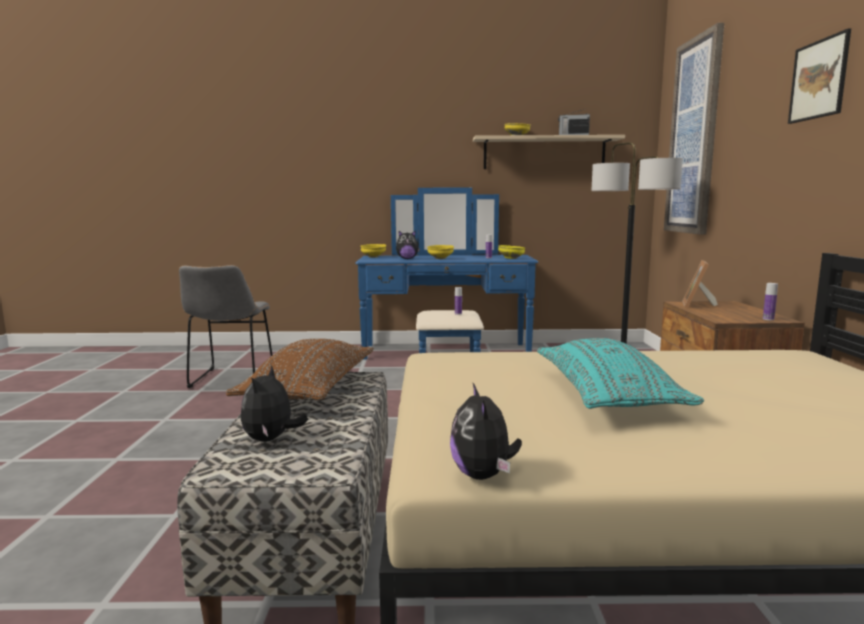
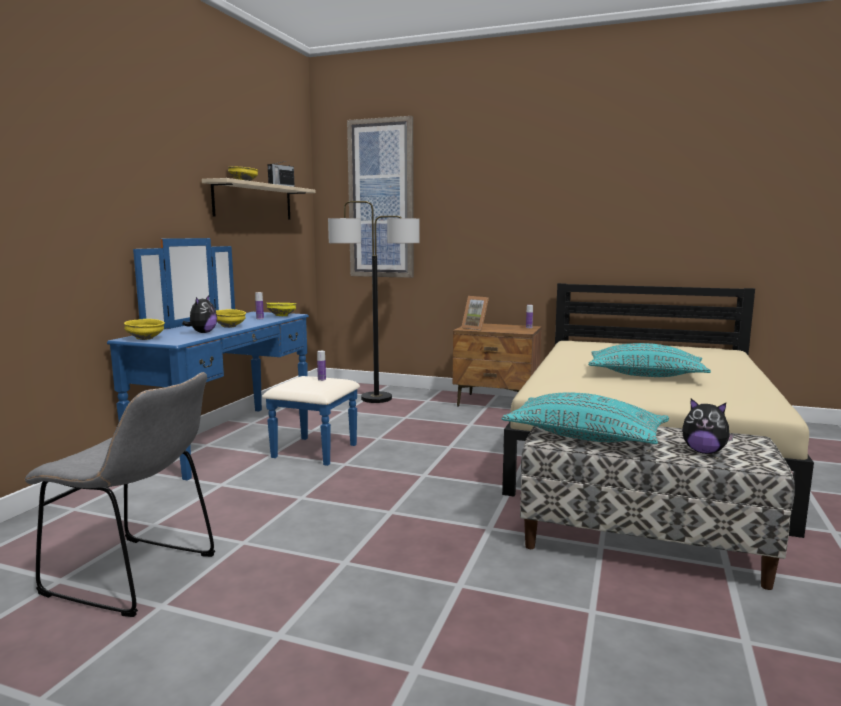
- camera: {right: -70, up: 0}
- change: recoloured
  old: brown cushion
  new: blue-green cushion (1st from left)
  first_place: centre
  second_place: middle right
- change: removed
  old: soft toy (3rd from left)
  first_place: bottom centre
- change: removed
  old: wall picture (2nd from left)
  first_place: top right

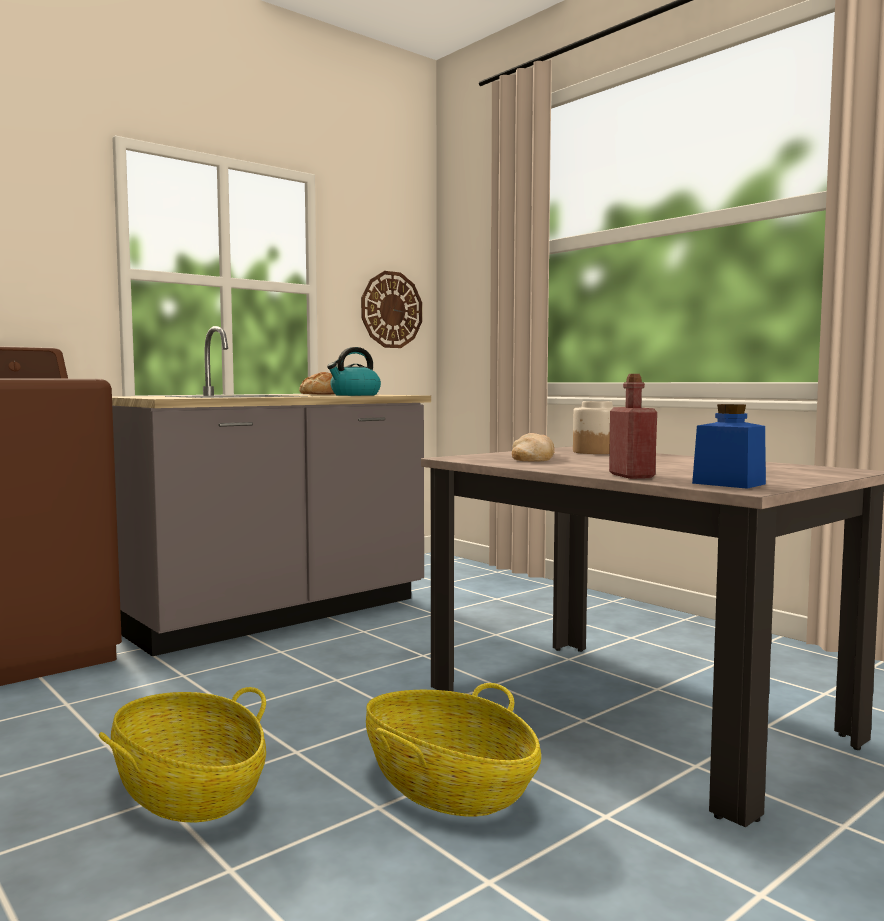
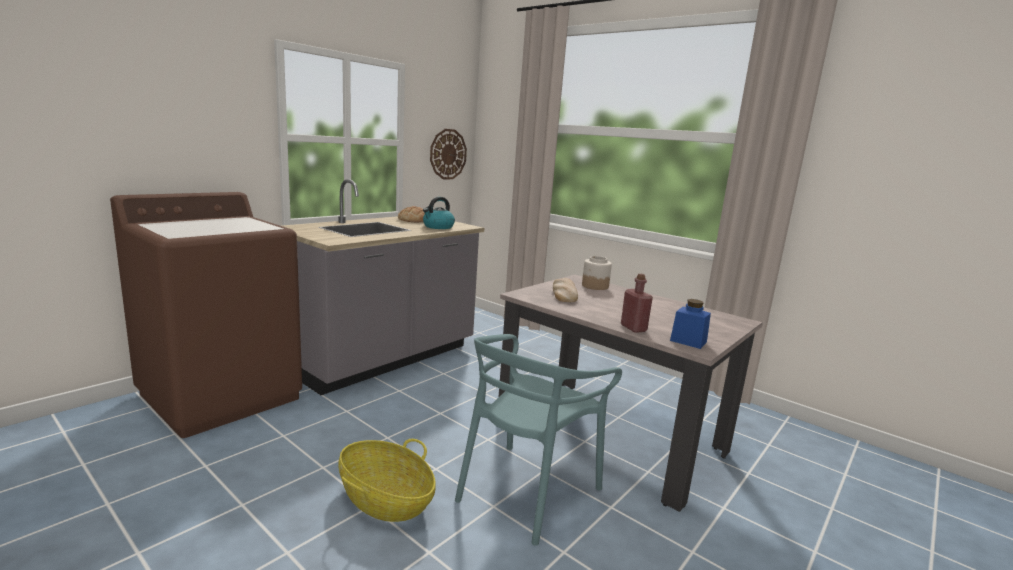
- camera: {right: -10, up: 10}
- change: replaced
  old: basket (2nd from left)
  new: blue-green chair
  first_place: bottom centre
  second_place: bottom centre

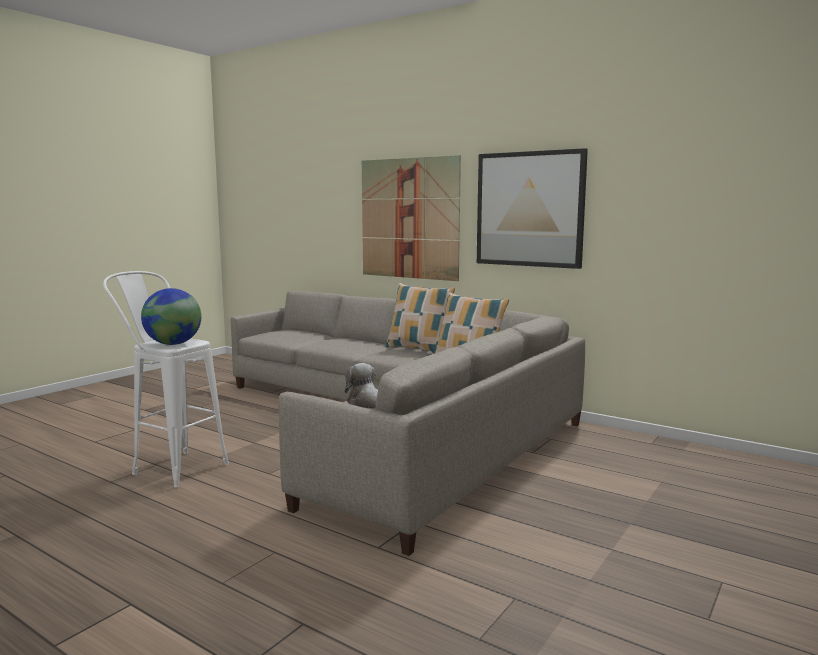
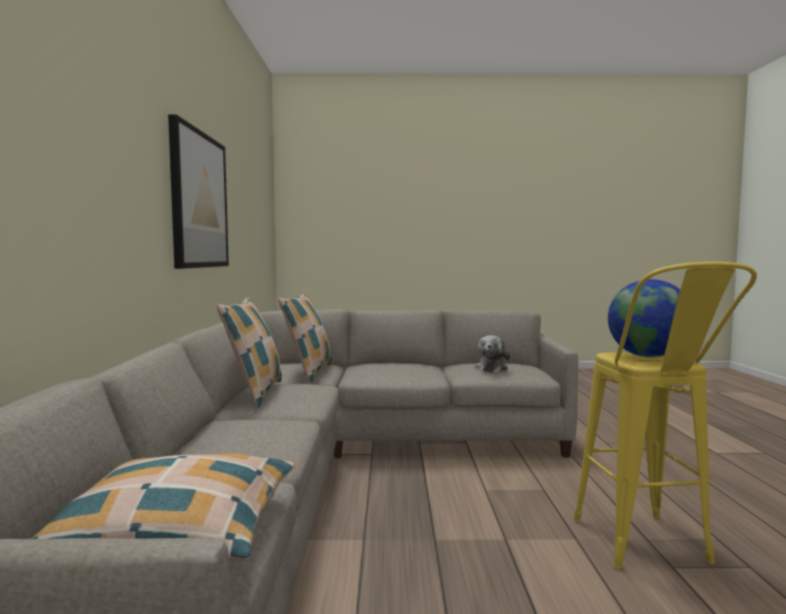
- camera: {right: -125, up: -5}
- change: added
  new: cushion (1st from left)
  second_place: bottom left
- change: recoloured
  old: white sitting stool
  new: yellow-coloured sitting stool
  first_place: middle left
  second_place: bottom right
- change: removed
  old: wall picture (1st from left)
  first_place: top centre

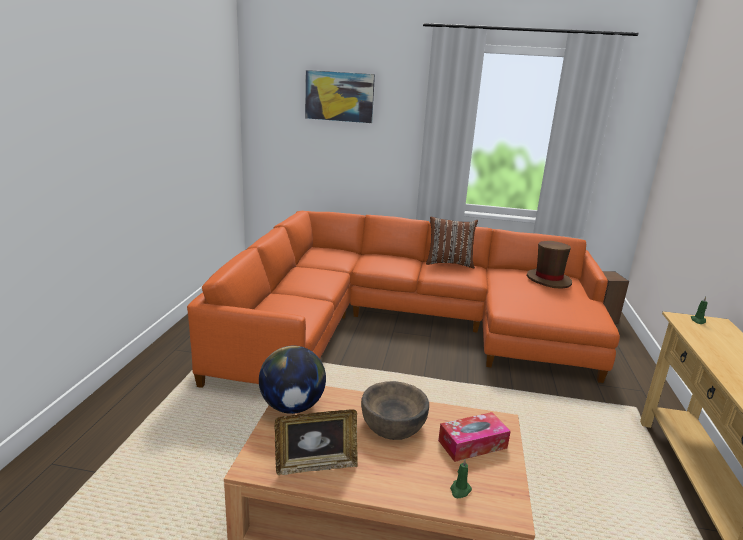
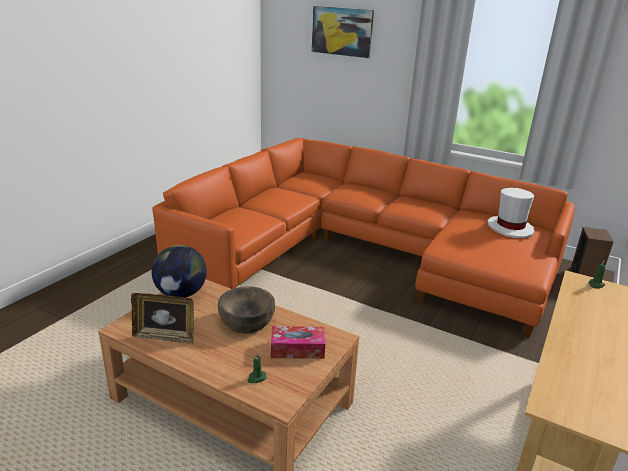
- camera: {right: 20, up: 5}
- change: recoloured
  old: brown wearable hat
  new: white wearable hat
  first_place: middle right
  second_place: middle right
- change: removed
  old: brown cushion
  first_place: centre

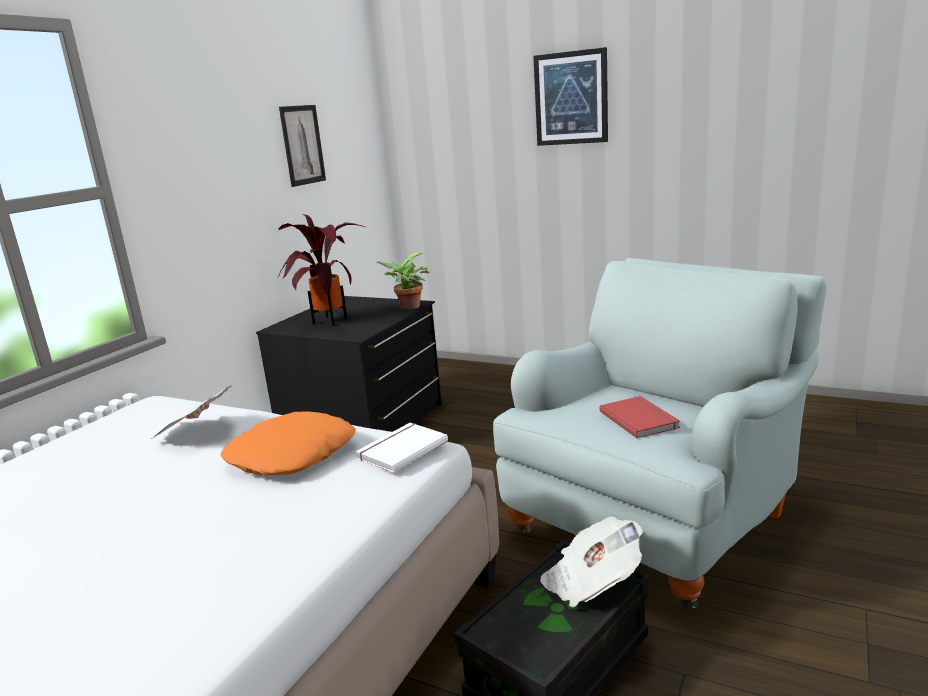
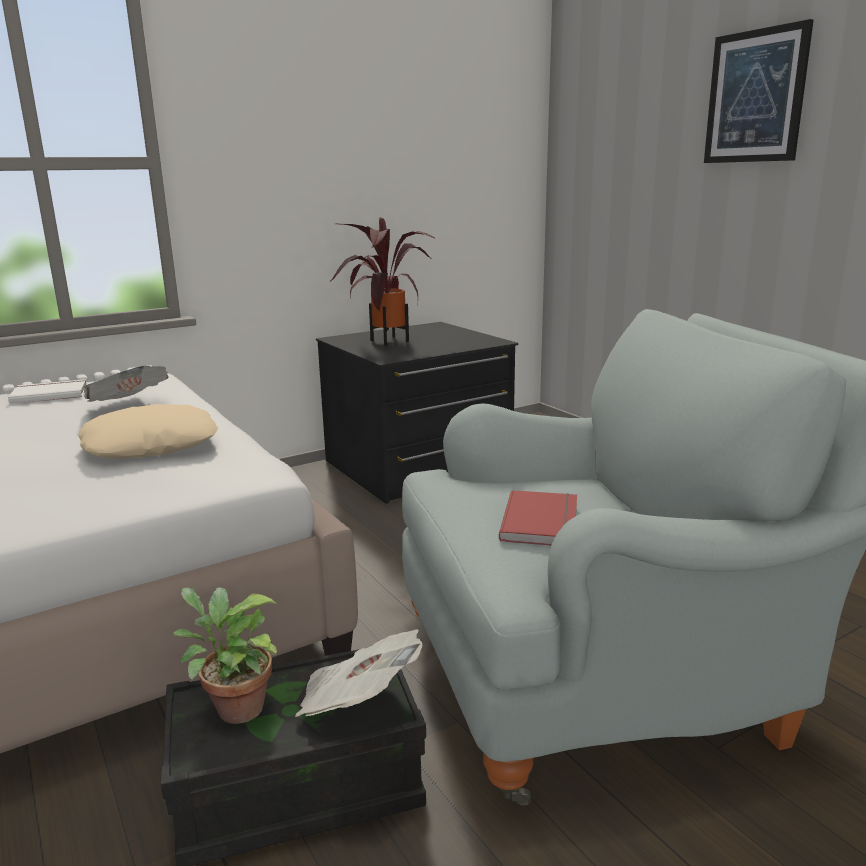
- camera: {right: 30, up: 0}
- change: moved
  old: white book
  first_place: centre
  second_place: middle left
- change: recoloured
  old: orange-coloured cushion
  new: beige-coloured cushion
  first_place: middle left
  second_place: middle left
- change: moved
  old: houseplant (2nd from left in the first image)
  new: houseplant (1st from left)
  first_place: centre
  second_place: bottom left
- change: removed
  old: wall picture (1st from left)
  first_place: top left

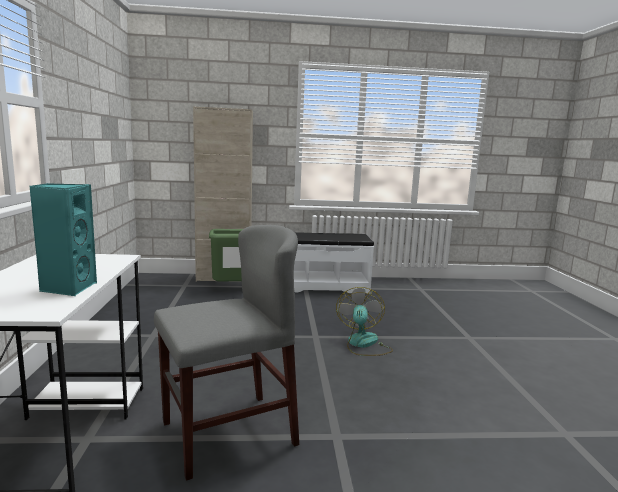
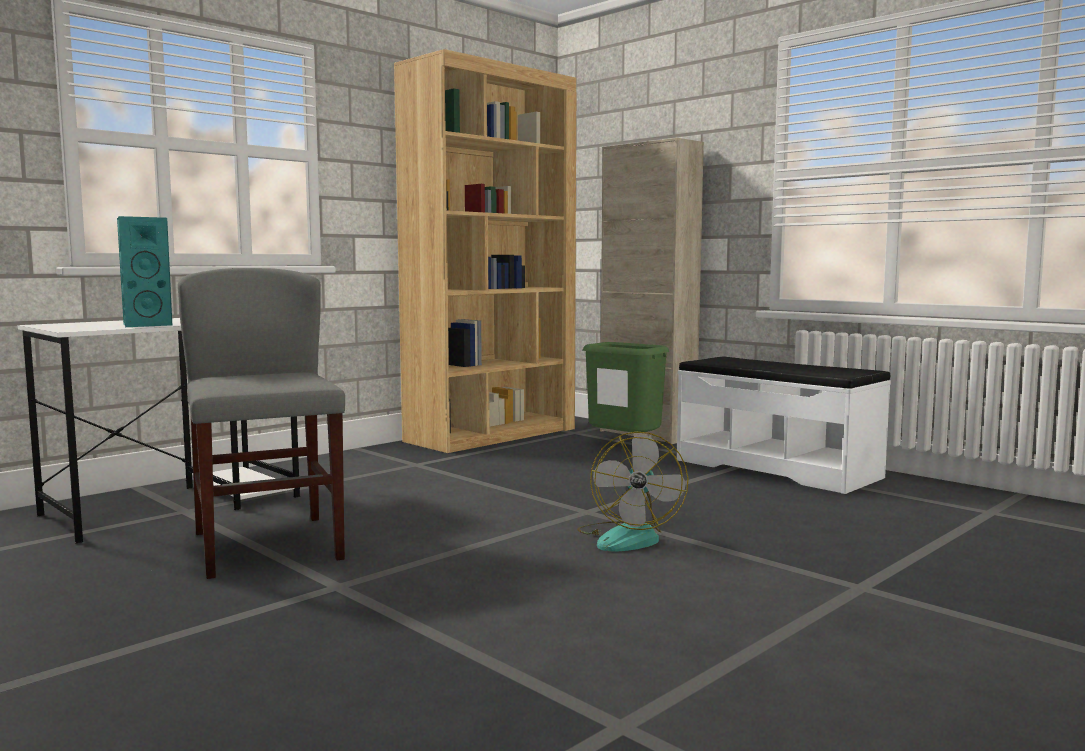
- camera: {right: 50, up: -5}
- change: turned
  old: greyish chair
  first_place: bottom centre
  second_place: middle left
  degrees: -135
- change: added
  new: brown bookshelf
  second_place: centre
- change: turned
  old: cooling fan
  first_place: centre
  second_place: centre
  degrees: 135

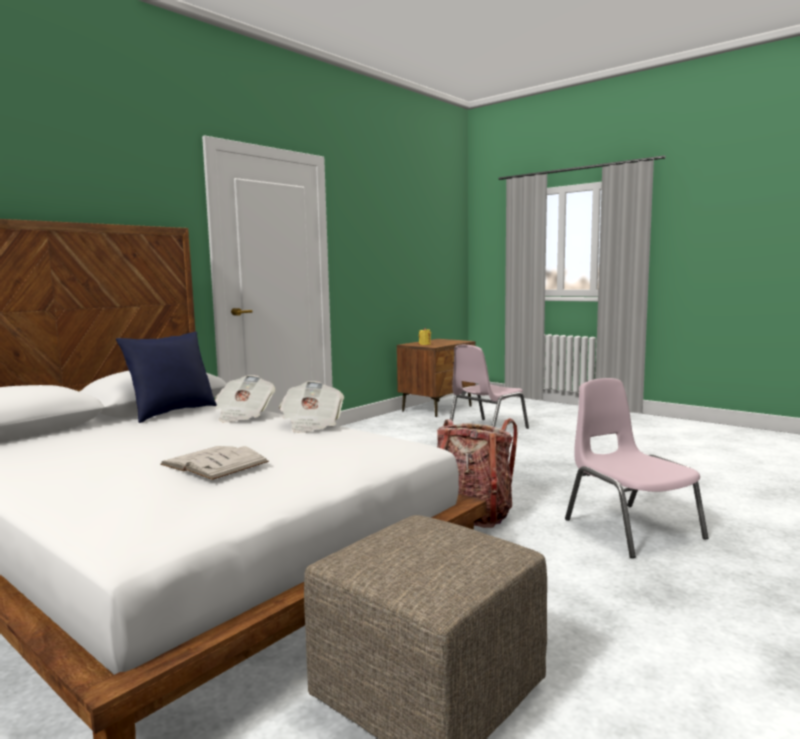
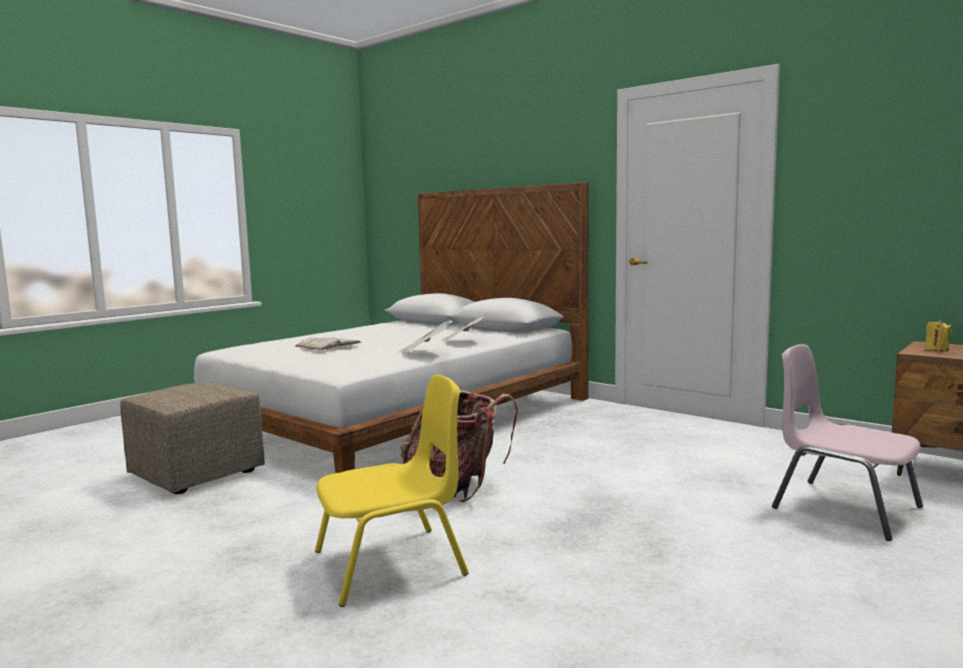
- camera: {right: 90, up: 0}
- change: recoloured
  old: pink chair (2nd from left)
  new: yellow-coloured chair
  first_place: middle right
  second_place: bottom centre
- change: removed
  old: blue cushion
  first_place: middle left

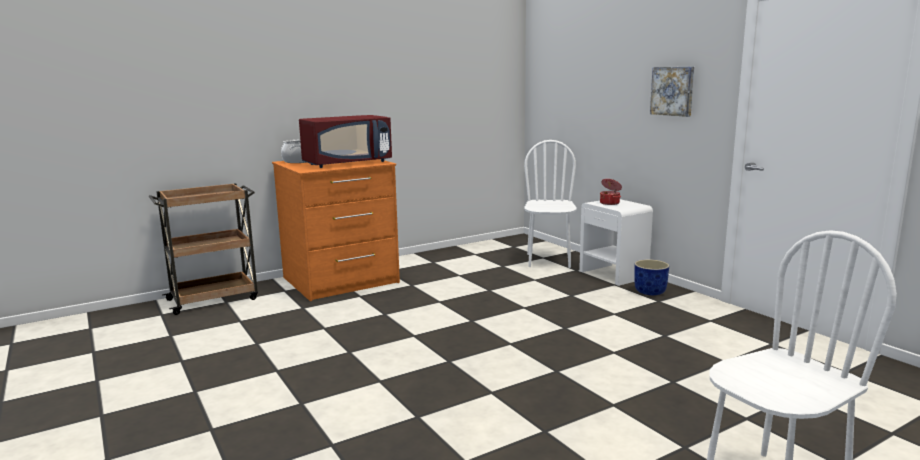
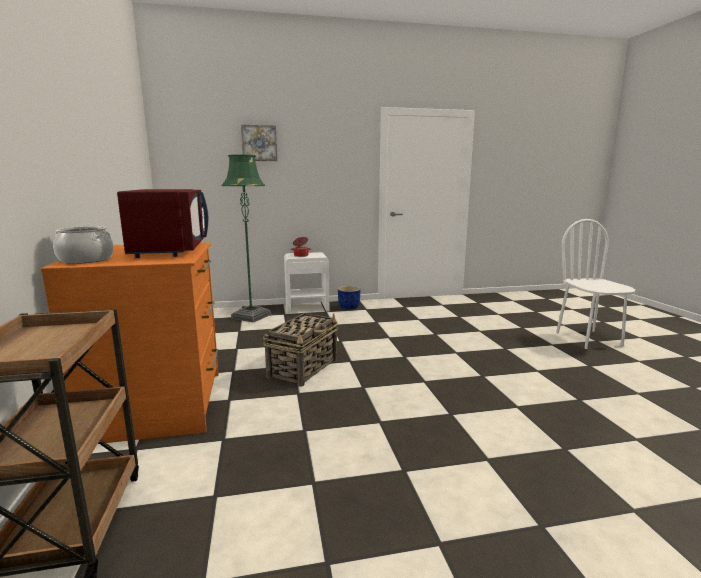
- camera: {right: -70, up: 0}
- change: replaced
  old: white chair (1st from left)
  new: greenish floor lamp
  first_place: centre
  second_place: centre
- change: moved
  old: wall picture
  first_place: top right
  second_place: top centre
- change: added
  new: basket
  second_place: centre

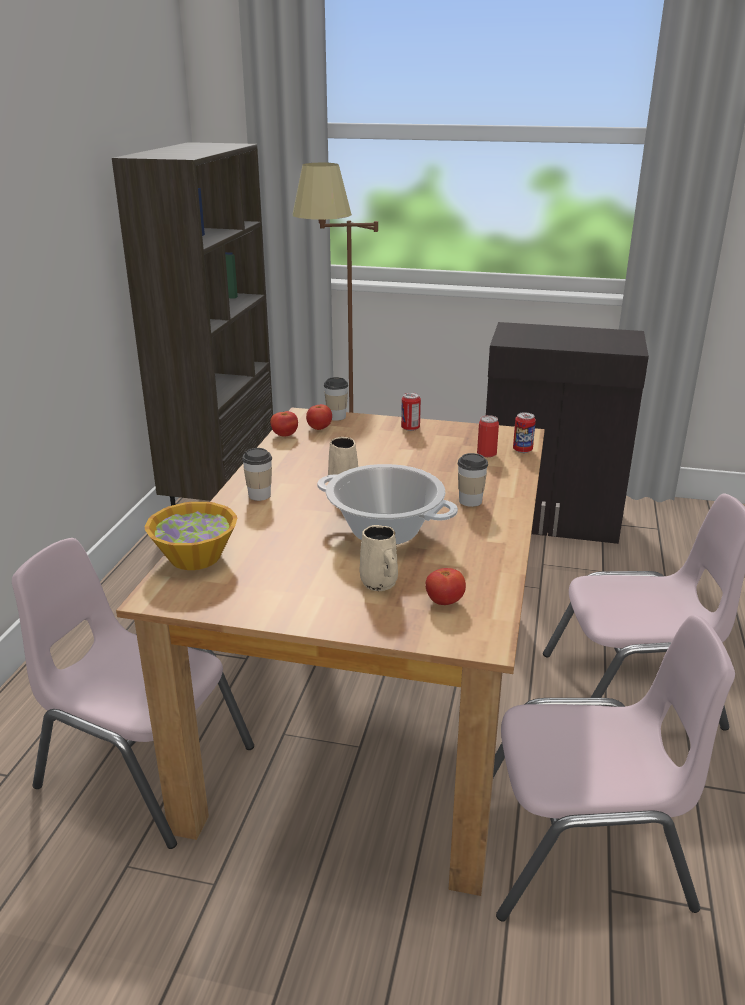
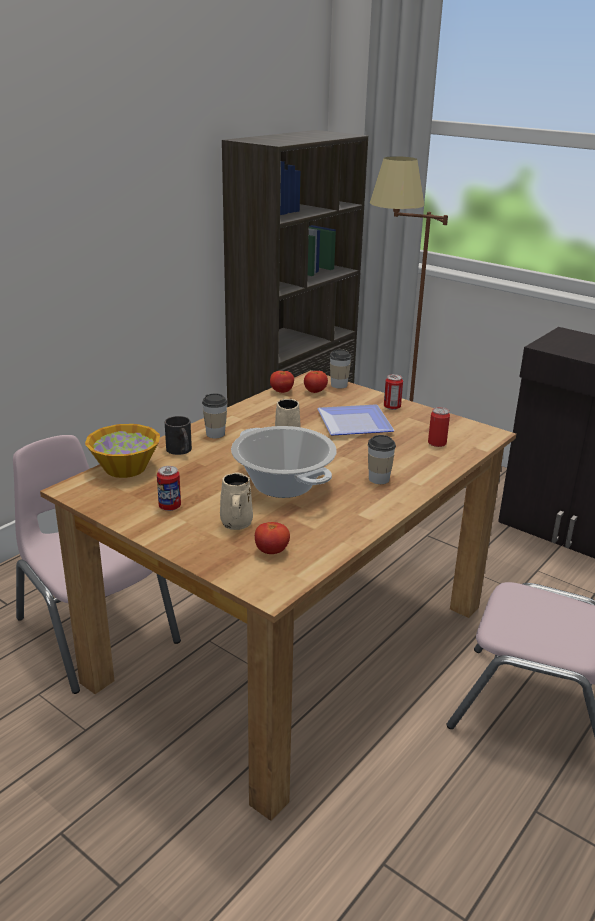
- camera: {right: 25, up: 0}
- change: moved
  old: can (3rd from left in the first image)
  new: can (1st from left)
  first_place: middle right
  second_place: middle left
- change: added
  new: black mug
  second_place: middle left
- change: added
  new: dinner plate
  second_place: centre
- change: removed
  old: pink chair (2nd from left)
  first_place: bottom right

